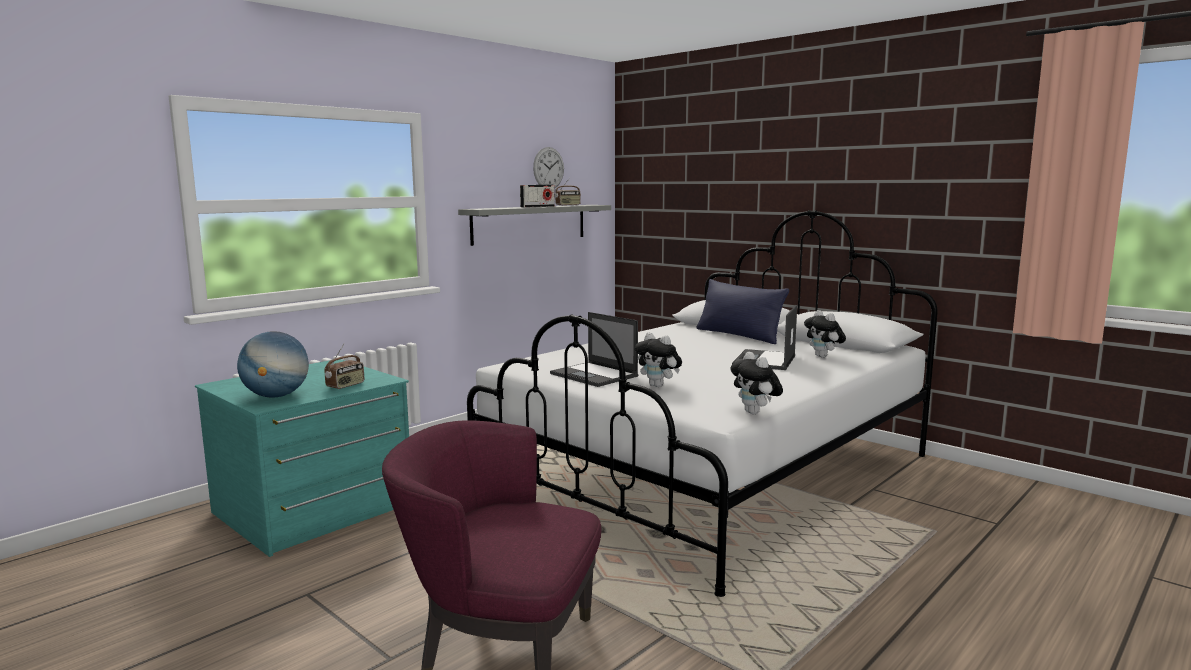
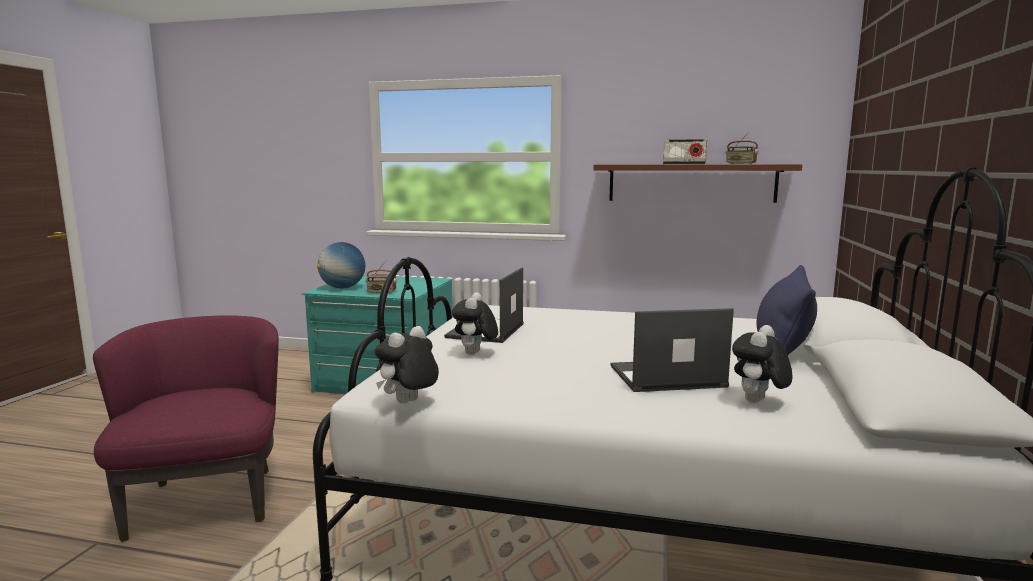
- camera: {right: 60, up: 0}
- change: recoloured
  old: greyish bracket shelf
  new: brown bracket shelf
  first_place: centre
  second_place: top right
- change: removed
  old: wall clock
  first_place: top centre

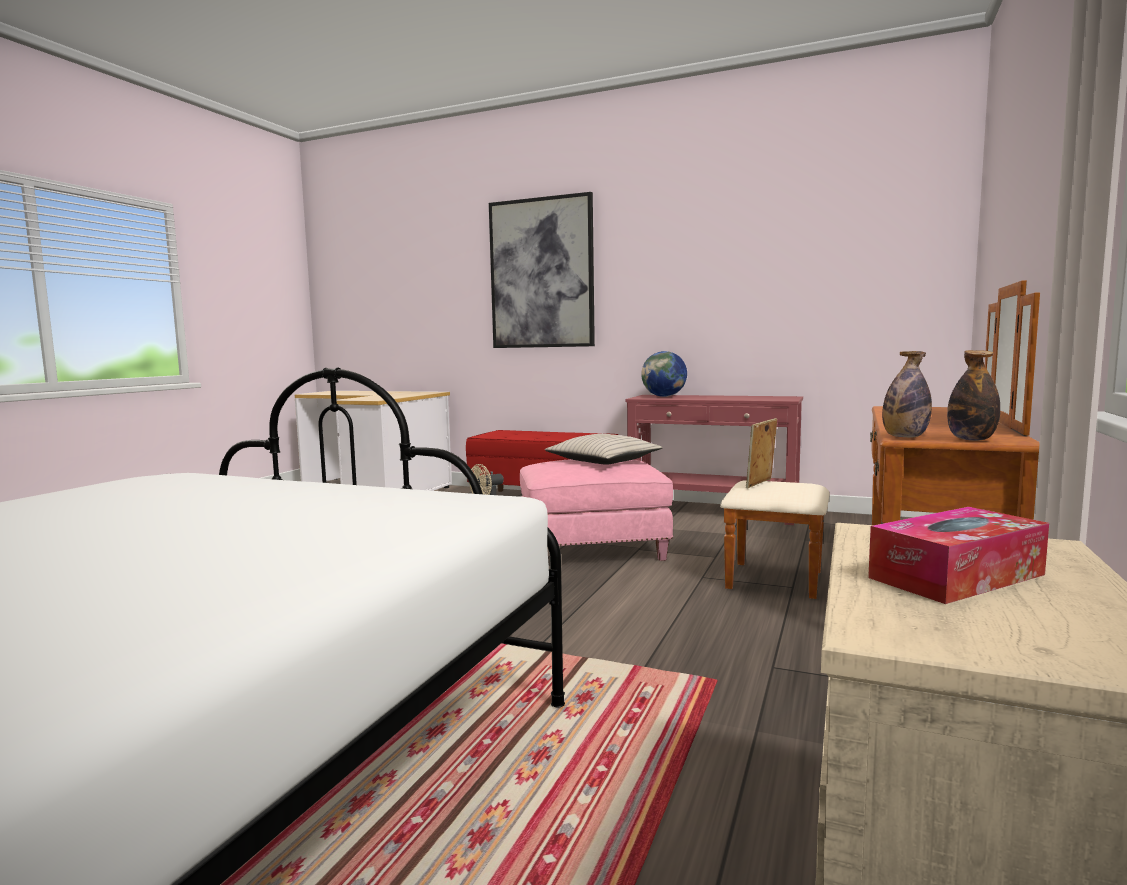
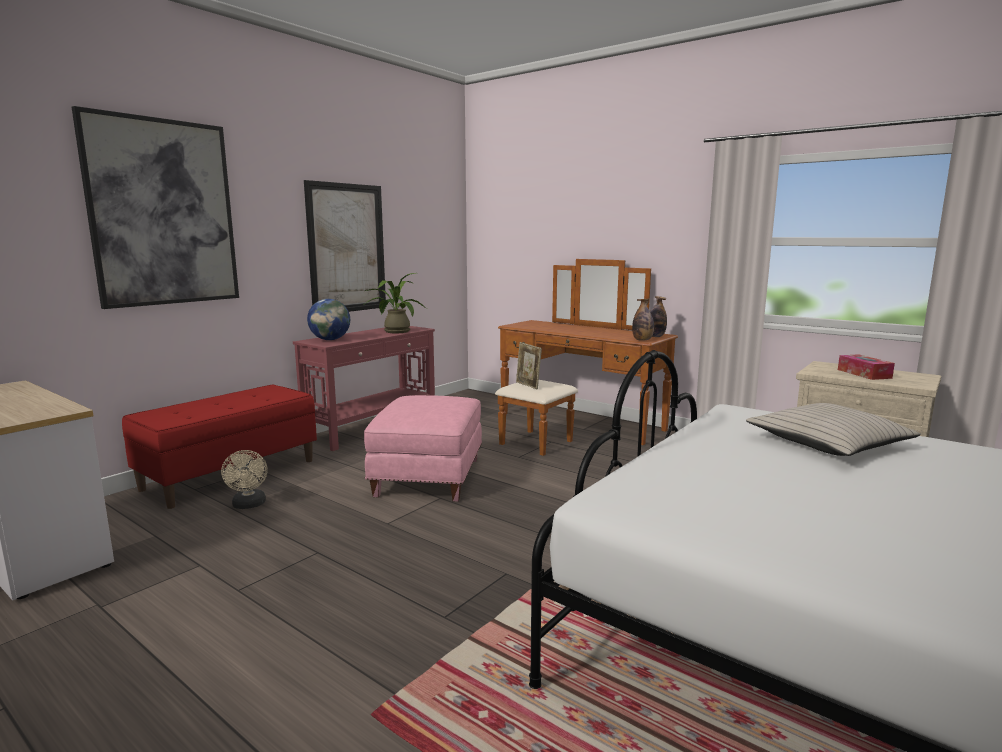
- camera: {right: -75, up: 5}
- change: added
  new: wall picture (2nd from left)
  second_place: top centre
- change: added
  new: houseplant
  second_place: centre
- change: moved
  old: beige-coloured cushion
  first_place: centre
  second_place: middle right

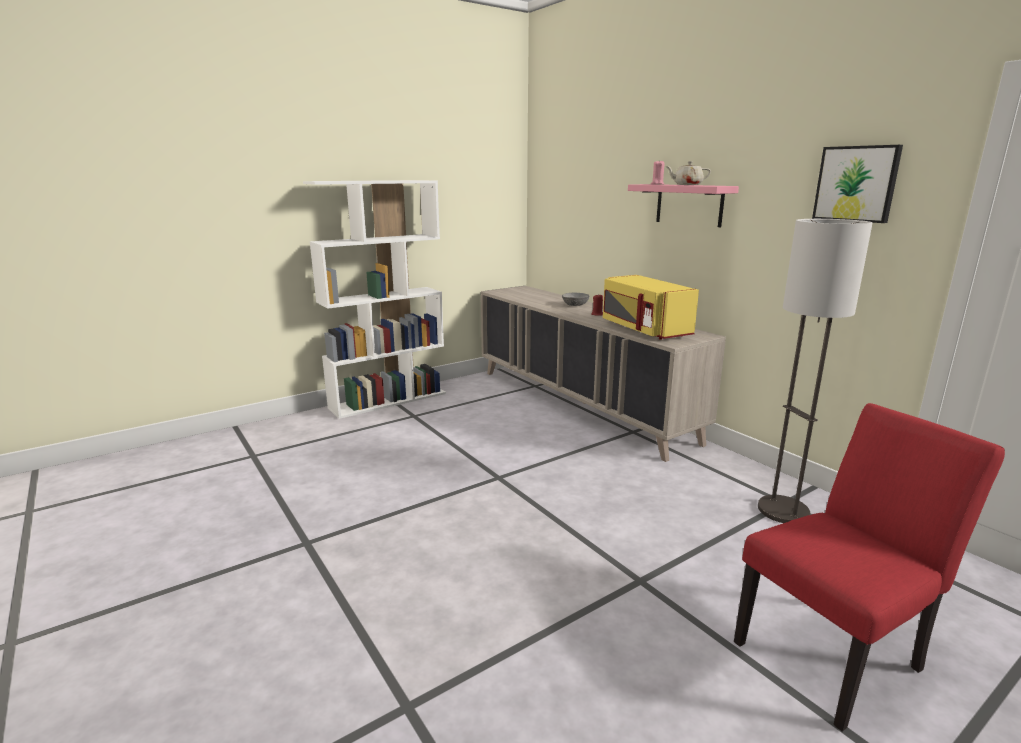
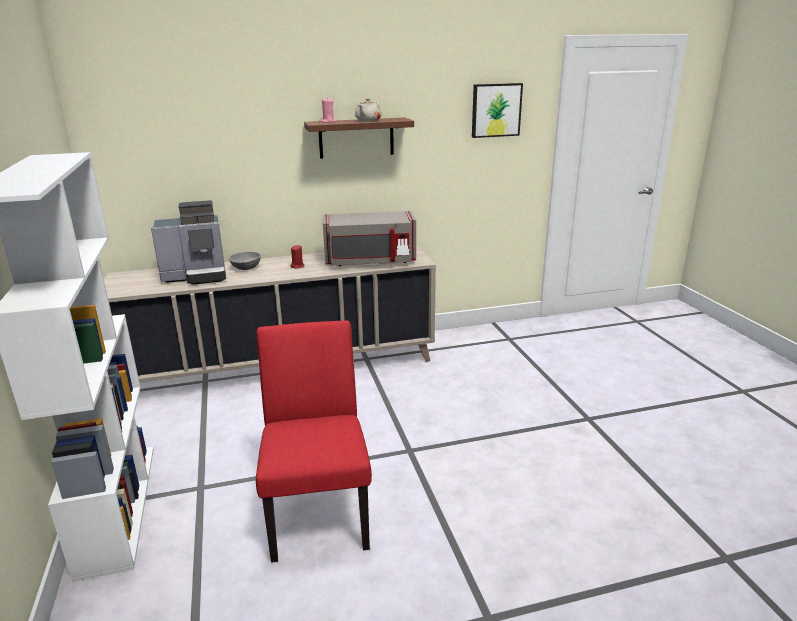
- camera: {right: -70, up: 5}
- change: added
  new: coffee maker
  second_place: middle left
- change: moved
  old: red chair
  first_place: bottom right
  second_place: bottom centre
- change: recoloured
  old: pink bracket shelf
  new: brown bracket shelf
  first_place: top right
  second_place: top centre
- change: recoloured
  old: yellow-coloured kitchen microwave
  new: greyish kitchen microwave
  first_place: centre
  second_place: centre
- change: removed
  old: floor lamp
  first_place: middle right

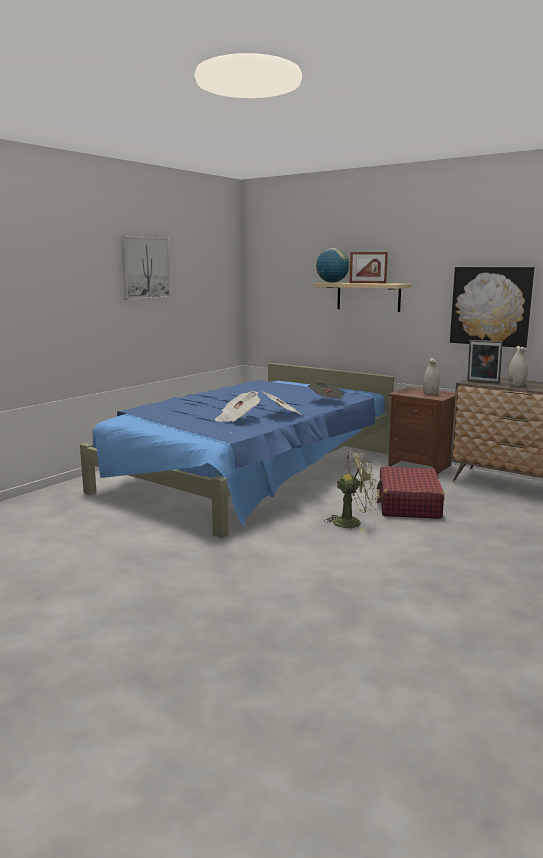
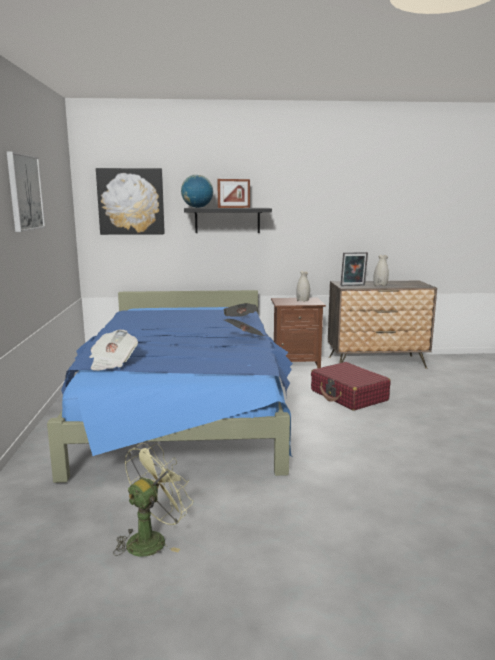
- camera: {right: -40, up: 0}
- change: moved
  old: newspaper (1st from left)
  first_place: centre
  second_place: middle left
- change: moved
  old: wall picture (2nd from left)
  first_place: middle right
  second_place: top left
- change: moved
  old: greenish cooling fan
  first_place: centre
  second_place: bottom left
- change: recoloured
  old: beige-coloured bracket shelf
  new: black bracket shelf
  first_place: middle right
  second_place: centre

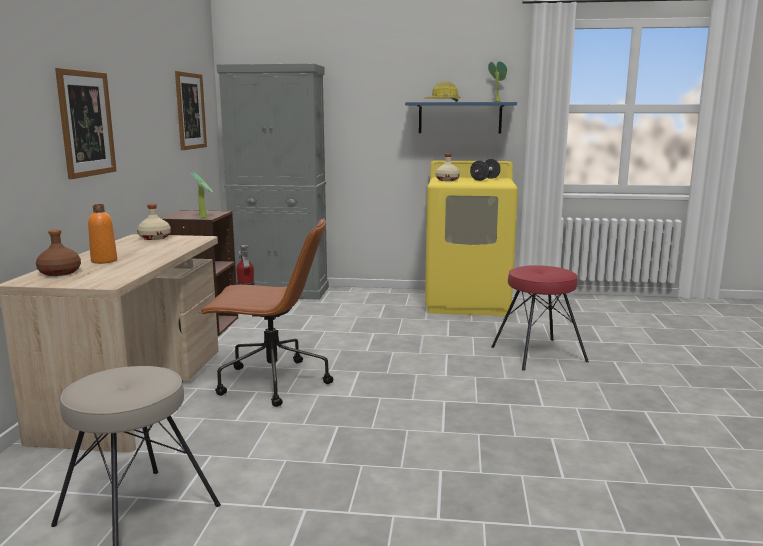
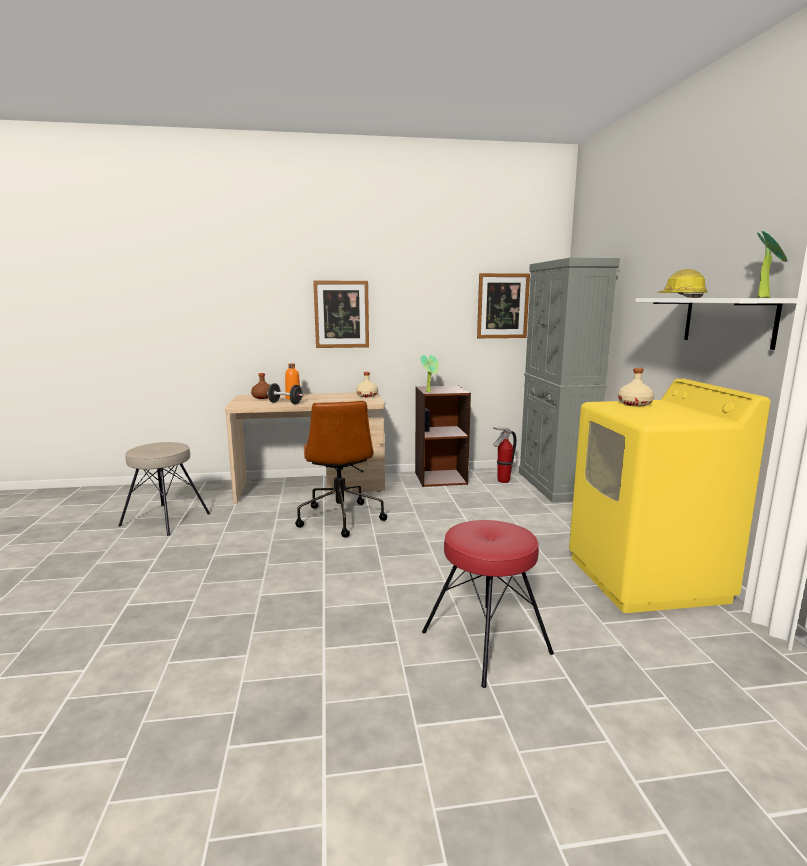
- camera: {right: 75, up: 0}
- change: moved
  old: black dumbbell
  first_place: top centre
  second_place: centre
- change: recoloured
  old: blue bracket shelf
  new: white bracket shelf
  first_place: top centre
  second_place: middle right

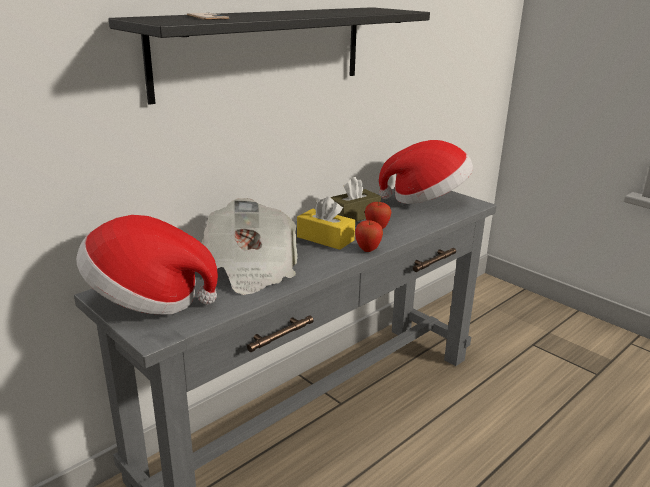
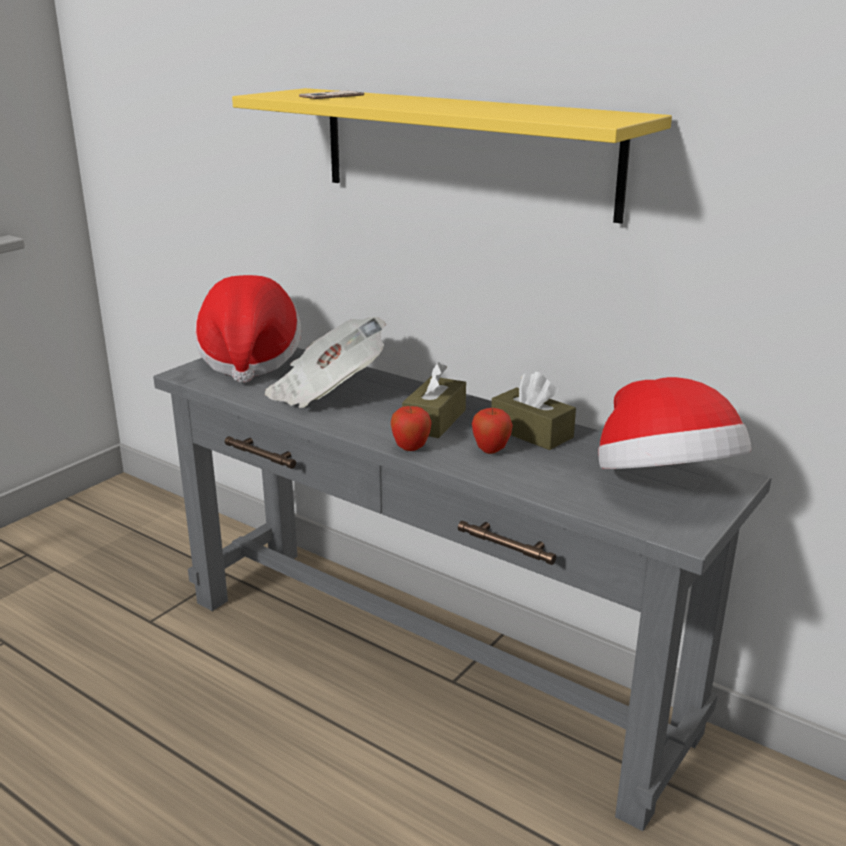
- camera: {right: 80, up: 0}
- change: recoloured
  old: black bracket shelf
  new: yellow-coloured bracket shelf
  first_place: top centre
  second_place: top centre
- change: recoloured
  old: yellow-coloured box of tissues
  new: brown box of tissues (1st from left)
  first_place: centre
  second_place: centre

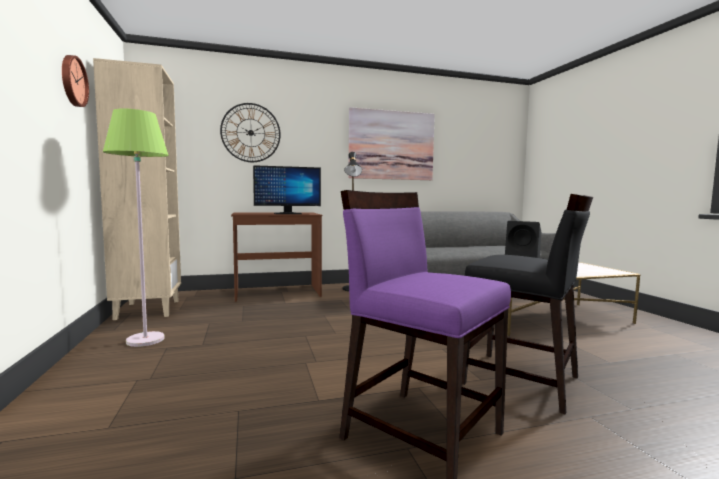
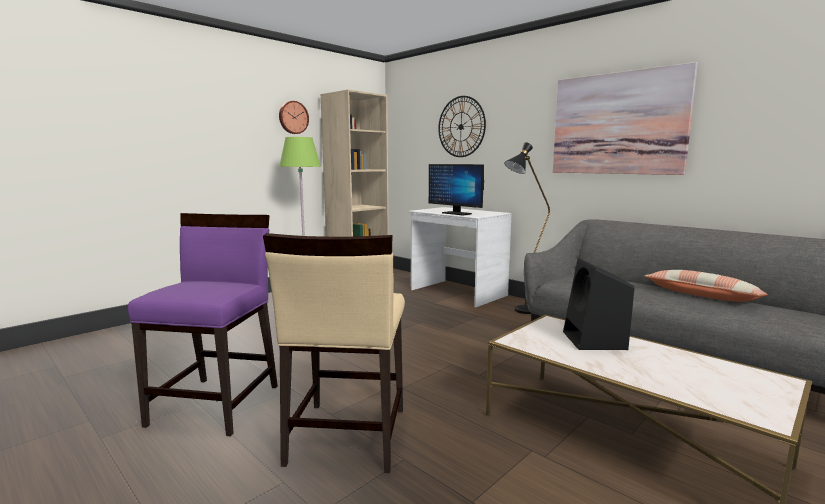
- camera: {right: 60, up: 5}
- change: recoloured
  old: black chair
  new: beige-coloured chair
  first_place: middle right
  second_place: bottom centre
- change: recoloured
  old: brown desk unit
  new: white desk unit
  first_place: centre
  second_place: centre
- change: added
  new: cushion
  second_place: middle right

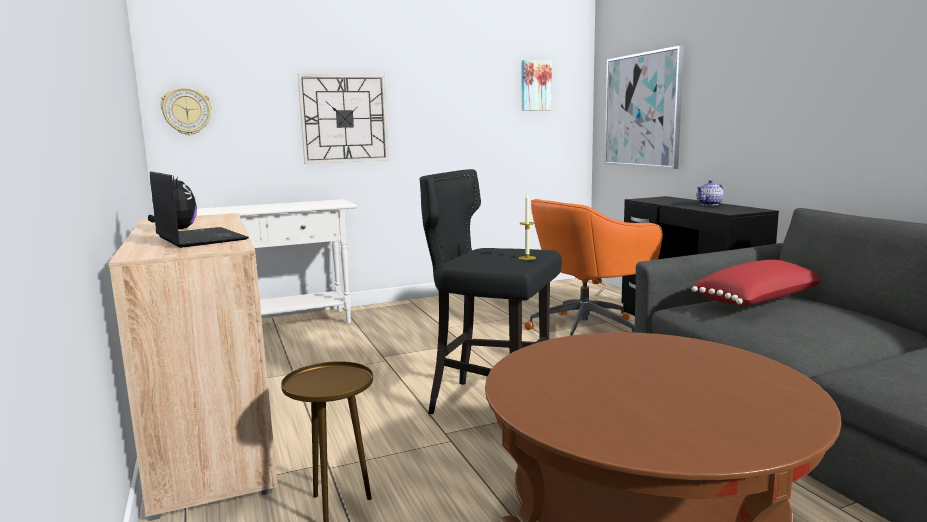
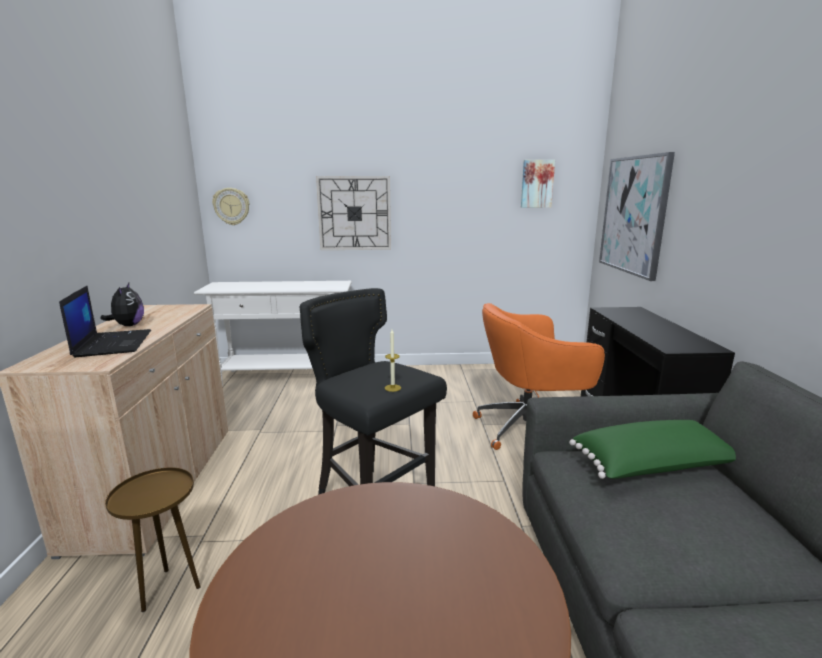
- camera: {right: 20, up: 5}
- change: recoloured
  old: red cushion
  new: greenish cushion
  first_place: middle right
  second_place: bottom right
- change: removed
  old: tea pot
  first_place: middle right

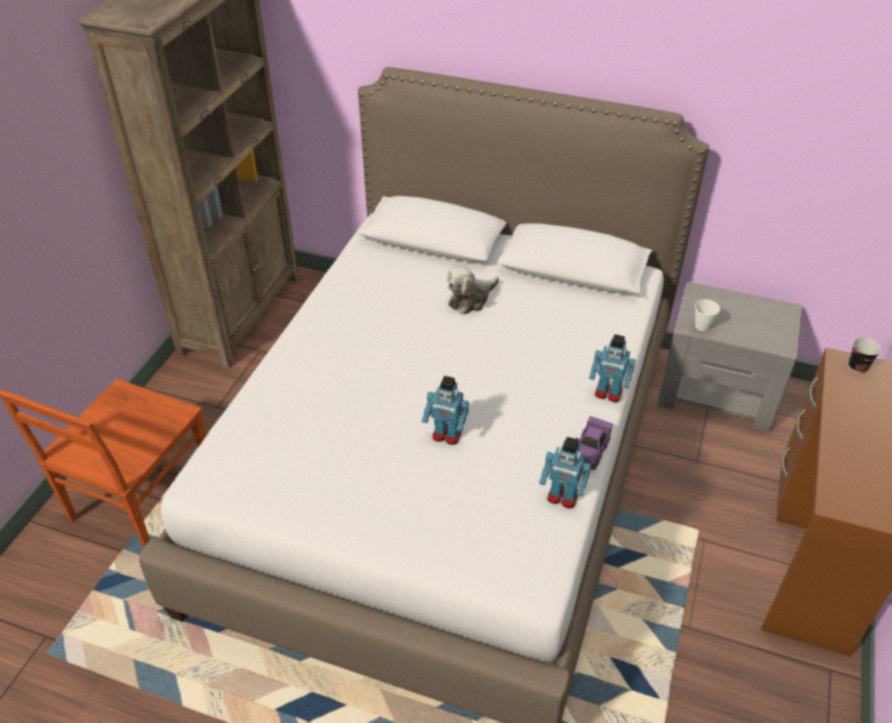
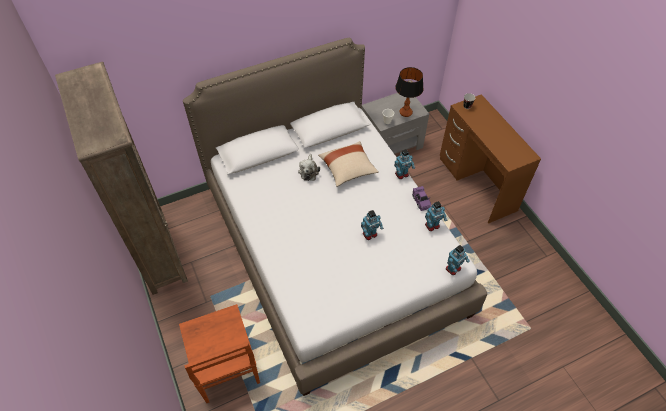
- camera: {right: -45, up: 10}
- change: added
  new: beige-coloured cushion
  second_place: centre
- change: added
  new: lamp for a table
  second_place: top centre
- change: added
  new: robot figure (4th from left)
  second_place: middle right

